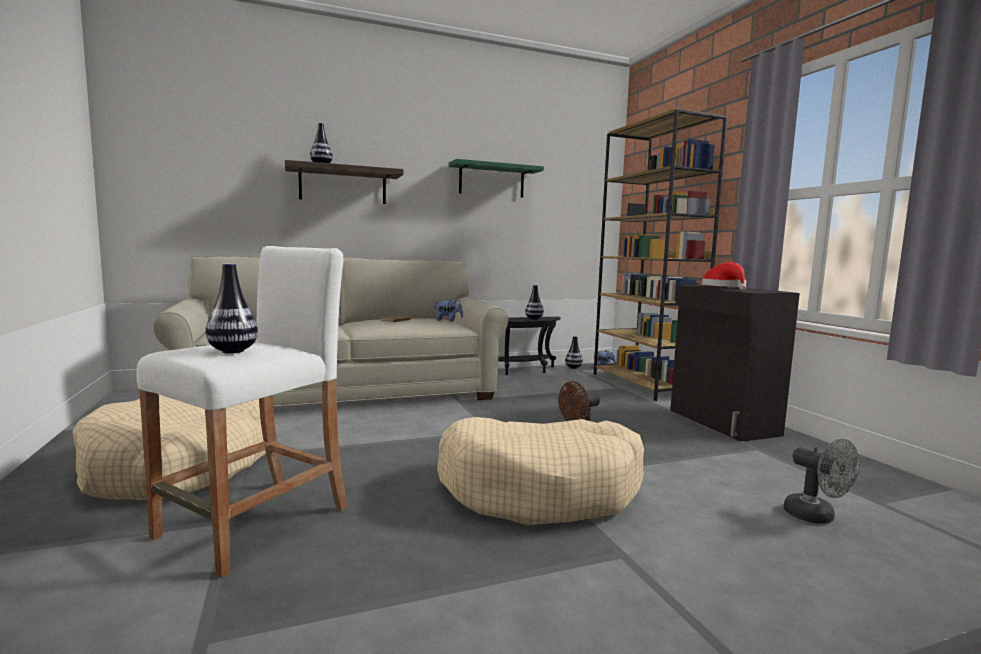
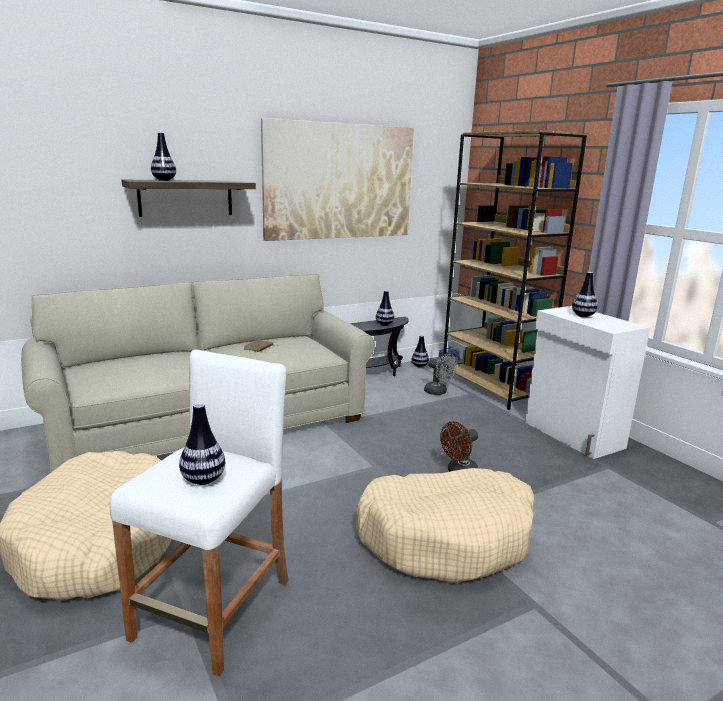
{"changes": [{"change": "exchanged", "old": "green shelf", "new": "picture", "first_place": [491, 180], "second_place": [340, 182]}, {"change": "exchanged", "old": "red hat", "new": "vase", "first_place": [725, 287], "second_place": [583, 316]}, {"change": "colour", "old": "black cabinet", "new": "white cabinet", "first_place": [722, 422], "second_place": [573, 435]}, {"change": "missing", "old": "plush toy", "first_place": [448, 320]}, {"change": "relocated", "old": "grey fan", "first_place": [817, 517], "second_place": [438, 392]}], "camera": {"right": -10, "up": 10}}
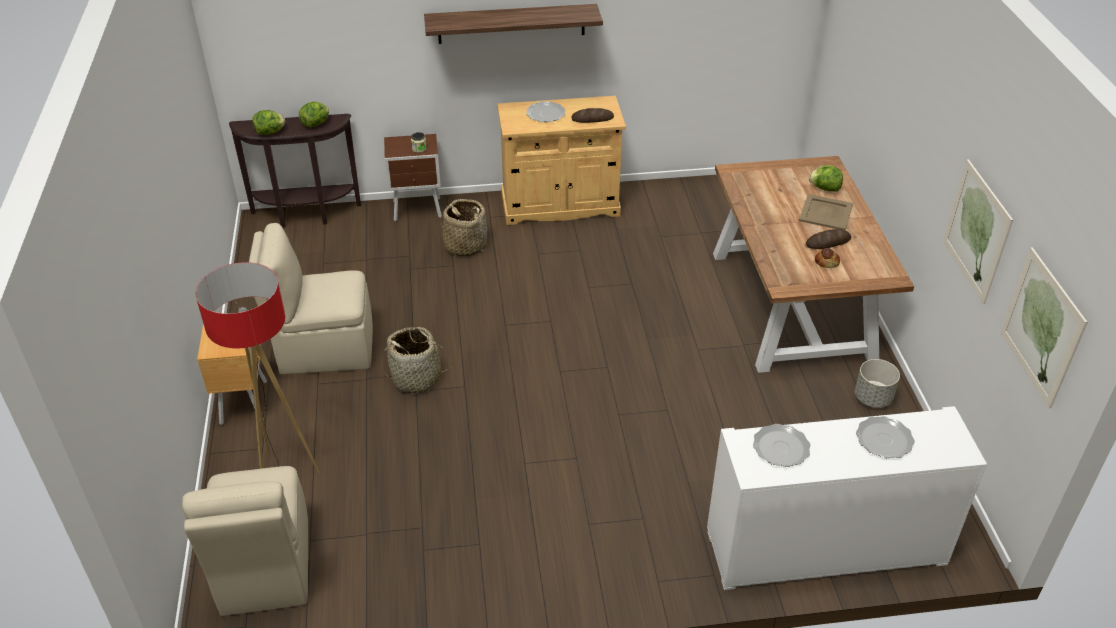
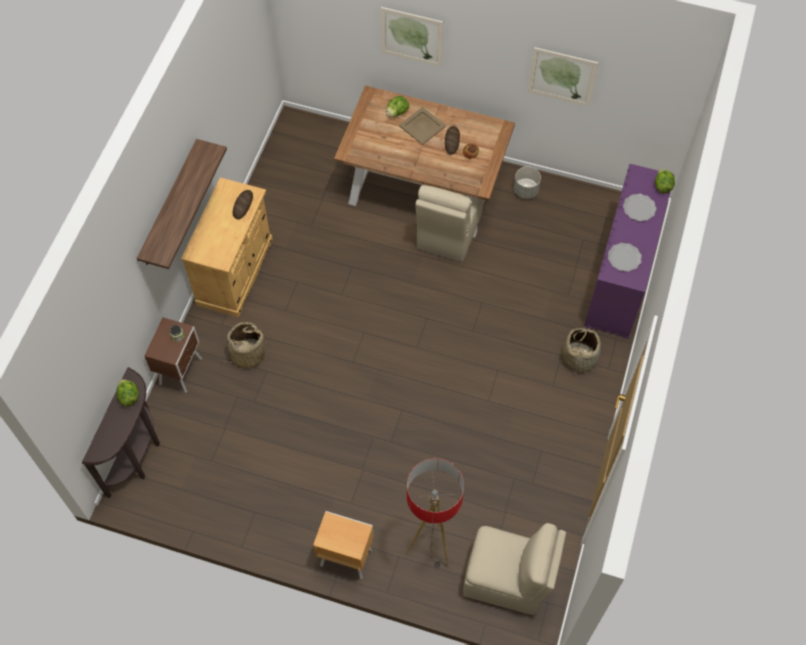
{"changes": [{"change": "missing", "old": "plate", "first_place": [545, 114]}, {"change": "relocated", "old": "lettuce", "first_place": [270, 132], "second_place": [662, 186]}, {"change": "relocated", "old": "beige chair", "first_place": [323, 348], "second_place": [448, 232]}, {"change": "relocated", "old": "picture", "first_place": [1042, 327], "second_place": [412, 36]}, {"change": "relocated", "old": "basket", "first_place": [417, 379], "second_place": [579, 358]}, {"change": "colour", "old": "white cabinet", "new": "purple cabinet", "first_place": [825, 547], "second_place": [621, 275]}], "camera": {"right": -65, "up": 20}}
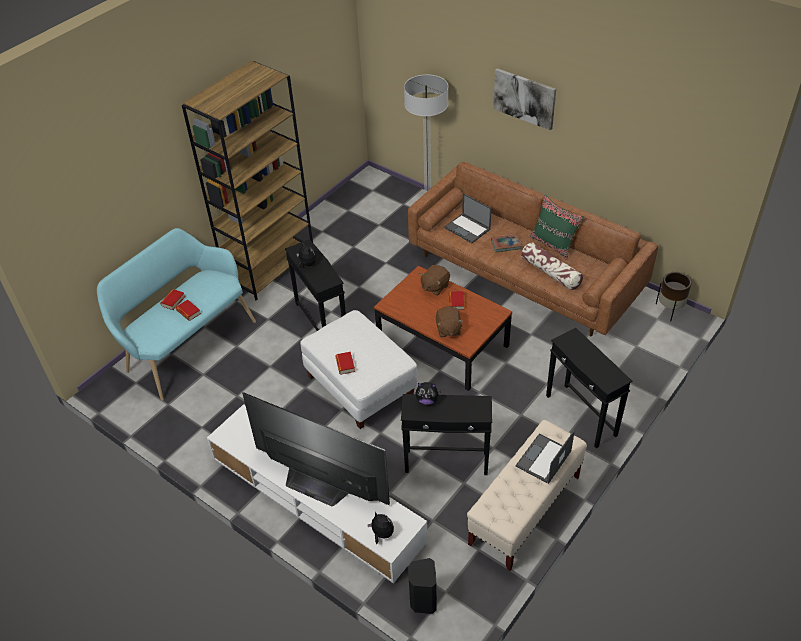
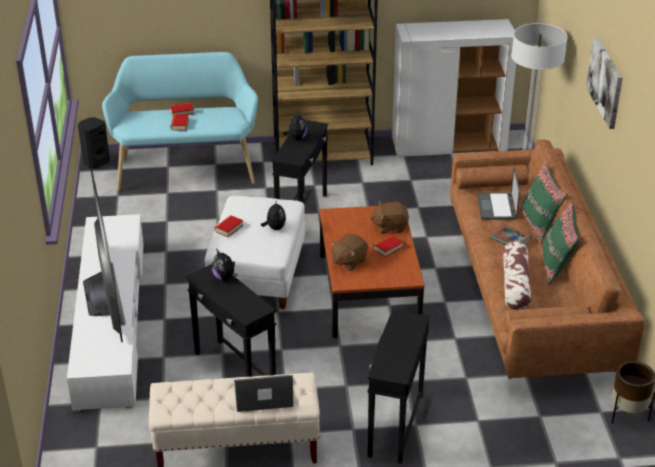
{"changes": [{"change": "relocated", "old": "plush toy", "first_place": [382, 534], "second_place": [275, 228]}, {"change": "relocated", "old": "black speaker", "first_place": [422, 600], "second_place": [95, 162]}, {"change": "appeared", "new": "white cabinet", "second_place": [449, 145]}, {"change": "appeared", "new": "green pillow", "second_place": [539, 225]}], "camera": {"right": 45, "up": -10}}
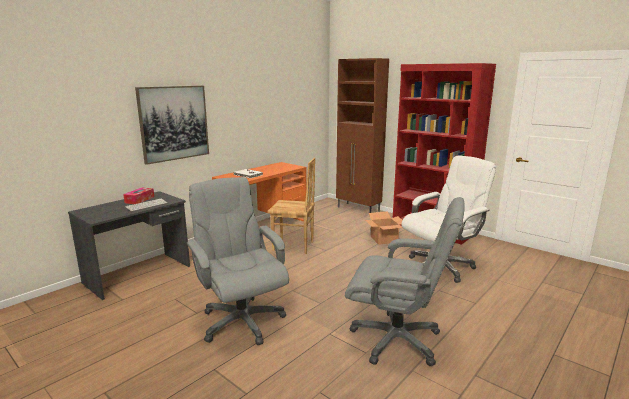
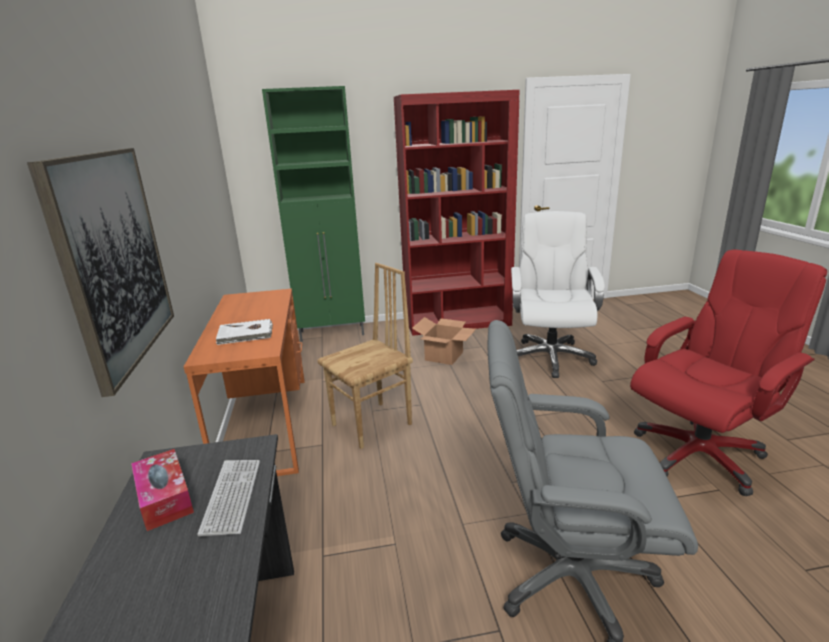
{"changes": [{"change": "colour", "old": "brown cabinet", "new": "green cabinet", "first_place": [358, 209], "second_place": [333, 333]}, {"change": "colour", "old": "grey office chair", "new": "red office chair", "first_place": [397, 340], "second_place": [699, 454]}], "camera": {"right": -50, "up": 5}}
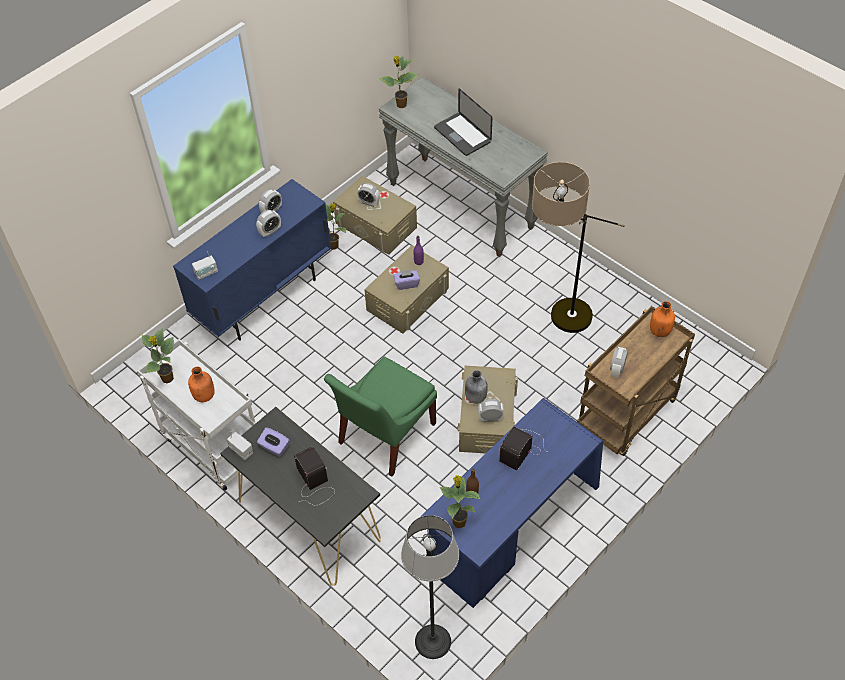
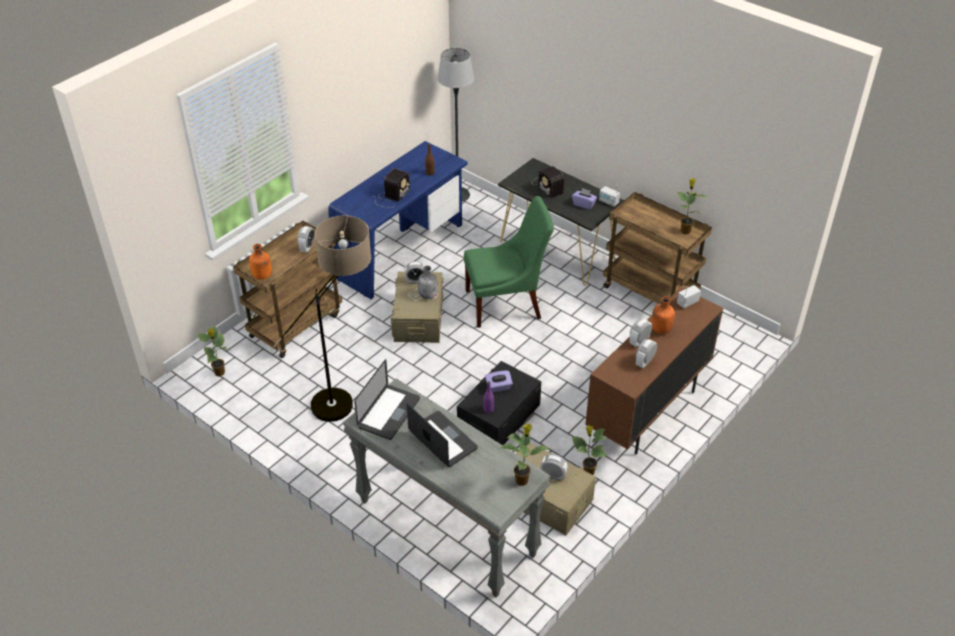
{"changes": [{"change": "colour", "old": "blue cabinet", "new": "brown cabinet", "first_place": [264, 298], "second_place": [647, 412]}, {"change": "colour", "old": "beige storage box", "new": "black storage box", "first_place": [407, 299], "second_place": [499, 417]}, {"change": "colour", "old": "white cart", "new": "brown cart", "first_place": [211, 446], "second_place": [650, 292]}, {"change": "spun", "old": "green chair", "first_place": [384, 436], "second_place": [507, 303], "degrees": 45}, {"change": "relocated", "old": "orange bottle", "first_place": [205, 396], "second_place": [660, 329]}, {"change": "relocated", "old": "potted plant", "first_place": [458, 521], "second_place": [220, 373]}, {"change": "appeared", "new": "laptop", "second_place": [389, 413]}], "camera": {"right": 175, "up": -10}}
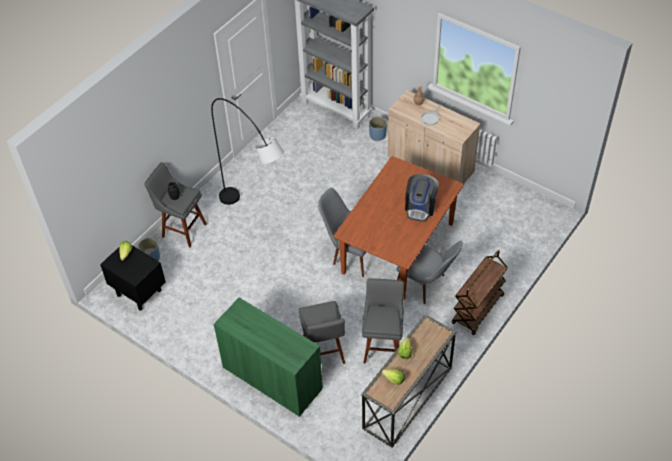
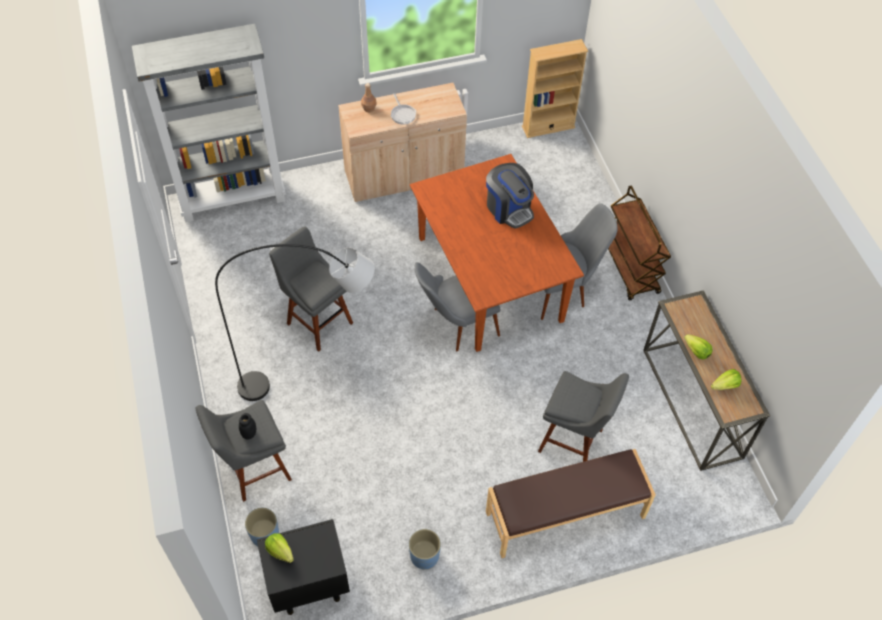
{"changes": [{"change": "relocated", "old": "blue planter", "first_place": [377, 135], "second_place": [424, 555]}, {"change": "relocated", "old": "grey stool", "first_place": [383, 346], "second_place": [317, 321]}, {"change": "exchanged", "old": "green cabinet", "new": "brown bench", "first_place": [272, 378], "second_place": [565, 515]}, {"change": "appeared", "new": "beige bookcase", "second_place": [548, 127]}], "camera": {"right": -55, "up": 5}}
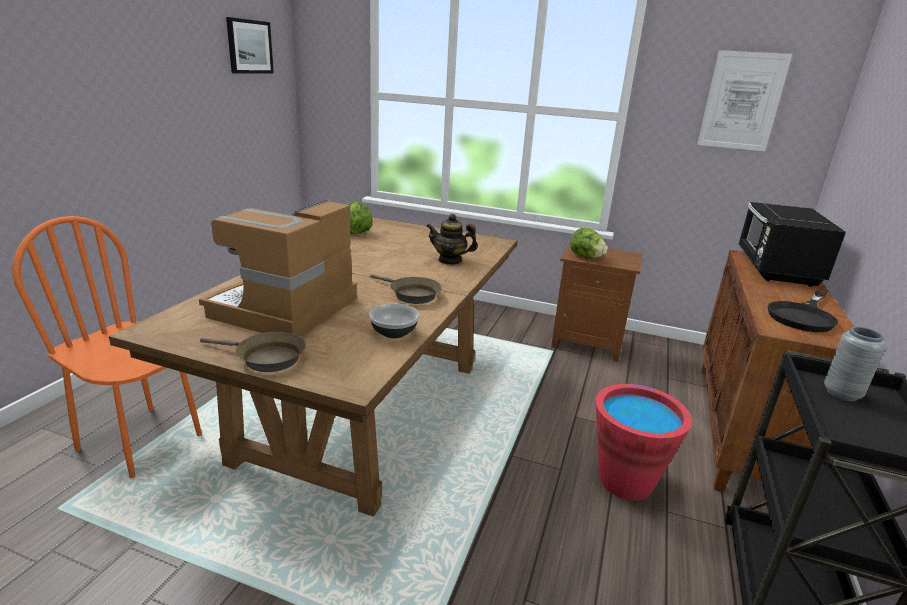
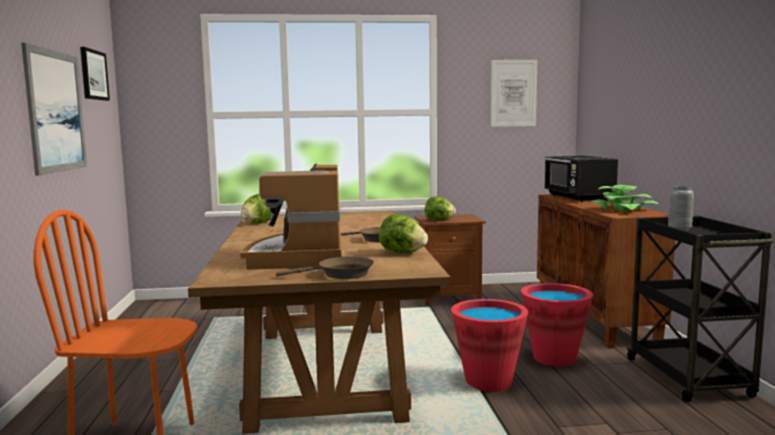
{"changes": [{"change": "missing", "old": "teapot", "first_place": [450, 260]}, {"change": "exchanged", "old": "black frying pan", "new": "potted plant", "first_place": [803, 316], "second_place": [622, 209]}, {"change": "exchanged", "old": "bowl", "new": "lettuce", "first_place": [394, 332], "second_place": [402, 253]}, {"change": "appeared", "new": "picture", "second_place": [56, 111]}, {"change": "appeared", "new": "red bucket", "second_place": [488, 382]}], "camera": {"right": -25, "up": -15}}
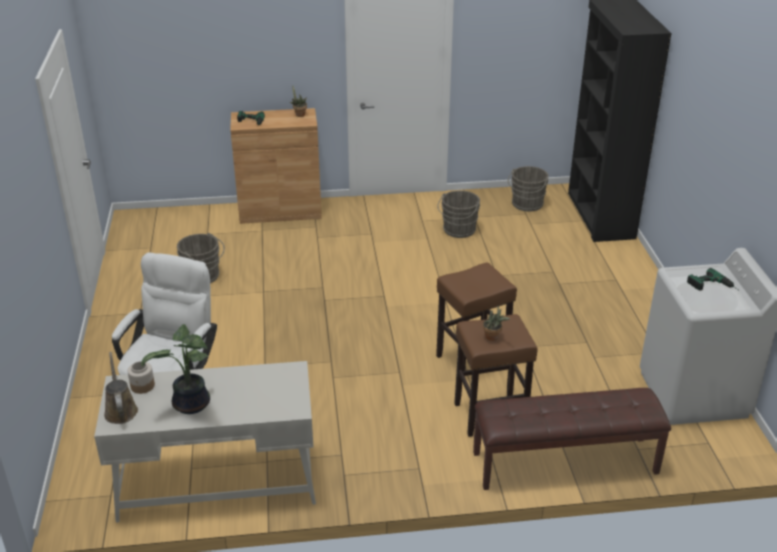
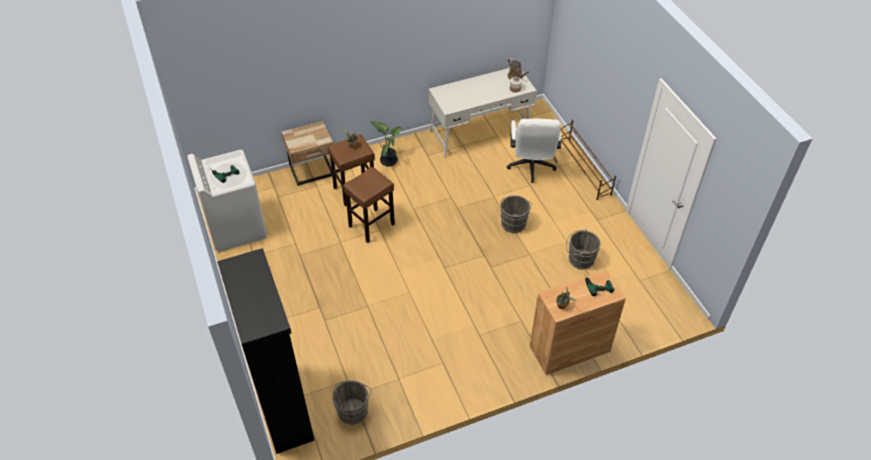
{"changes": [{"change": "relocated", "old": "grey bucket", "first_place": [458, 231], "second_place": [513, 222]}, {"change": "relocated", "old": "potted plant", "first_place": [191, 405], "second_place": [388, 160]}, {"change": "exchanged", "old": "brown bench", "new": "beige nightstand", "first_place": [565, 463], "second_place": [312, 172]}, {"change": "appeared", "new": "brown shoe rack", "second_place": [582, 168]}], "camera": {"right": 165, "up": 15}}
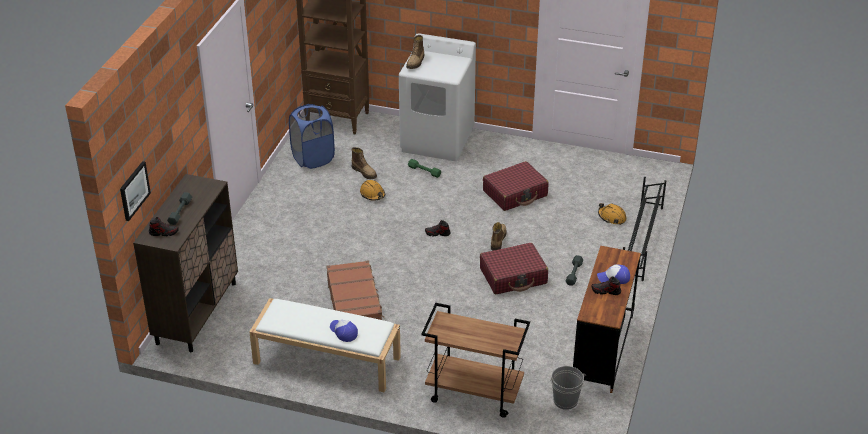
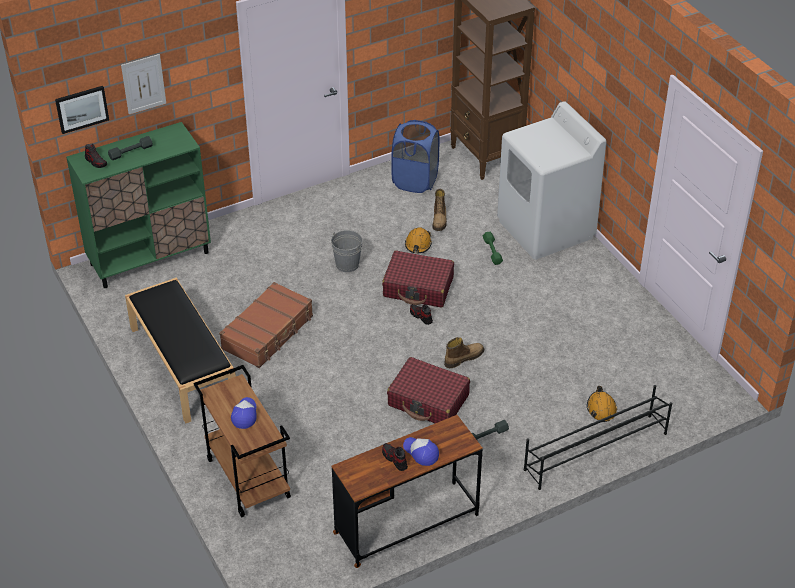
{"changes": [{"change": "missing", "old": "boot", "first_place": [416, 62]}, {"change": "relocated", "old": "red suitcase", "first_place": [515, 193], "second_place": [418, 287]}, {"change": "colour", "old": "brown cabinet", "new": "green cabinet", "first_place": [197, 312], "second_place": [150, 258]}, {"change": "colour", "old": "white bench", "new": "black bench", "first_place": [326, 360], "second_place": [182, 364]}, {"change": "relocated", "old": "cap", "first_place": [343, 332], "second_place": [244, 415]}, {"change": "relocated", "old": "grey bucket", "first_place": [565, 400], "second_place": [347, 264]}, {"change": "appeared", "new": "picture", "second_place": [143, 84]}], "camera": {"right": 45, "up": 5}}
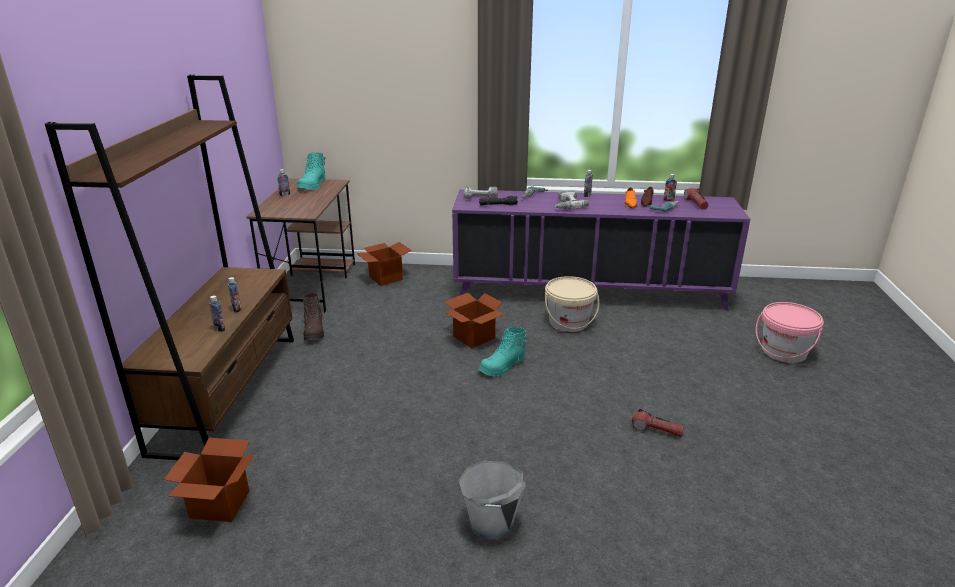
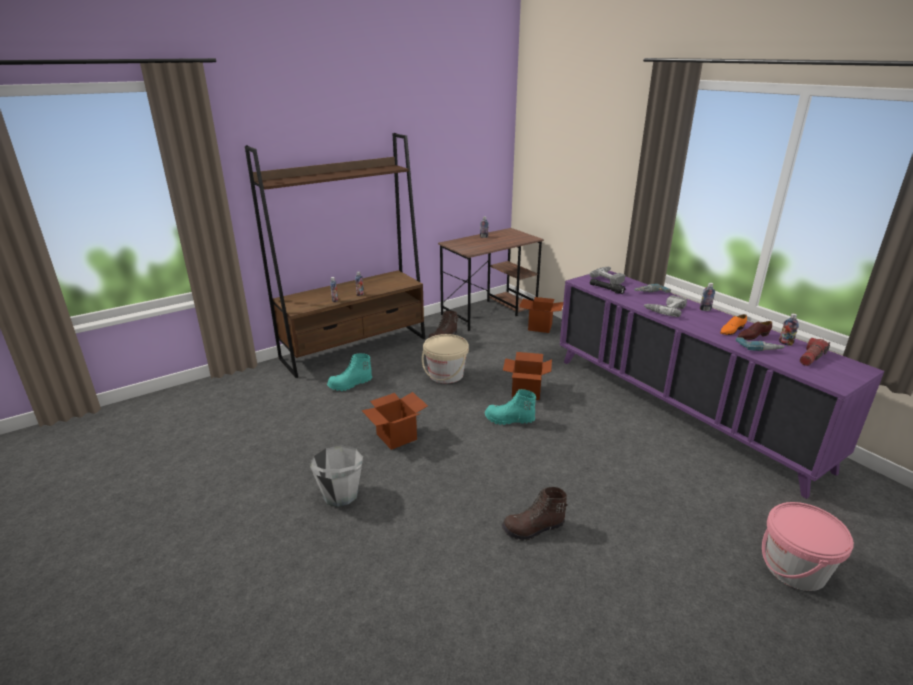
{"changes": [{"change": "relocated", "old": "turquoise boot", "first_place": [313, 186], "second_place": [350, 384]}, {"change": "relocated", "old": "beige bucket", "first_place": [568, 322], "second_place": [446, 375]}, {"change": "exchanged", "old": "flashlight", "new": "brown boot", "first_place": [656, 430], "second_place": [533, 529]}, {"change": "relocated", "old": "cardboard box", "first_place": [220, 504], "second_place": [397, 437]}], "camera": {"right": 50, "up": 0}}
